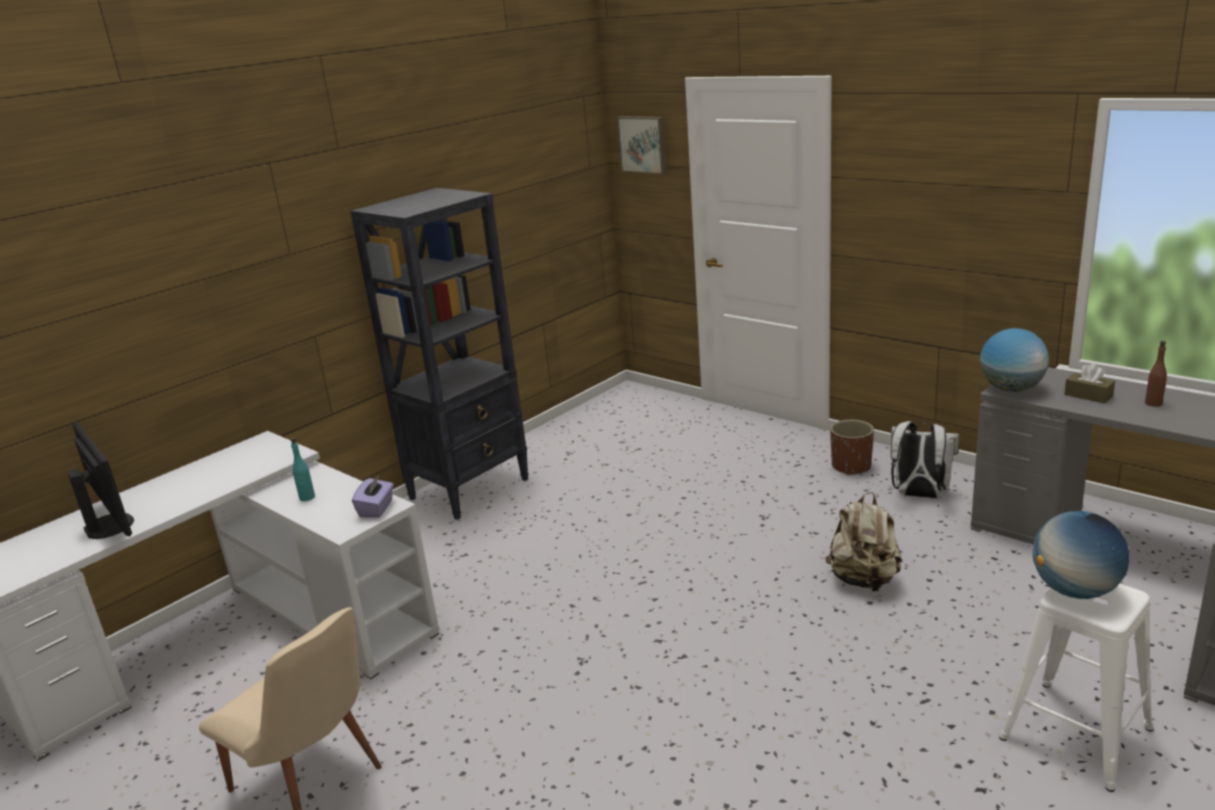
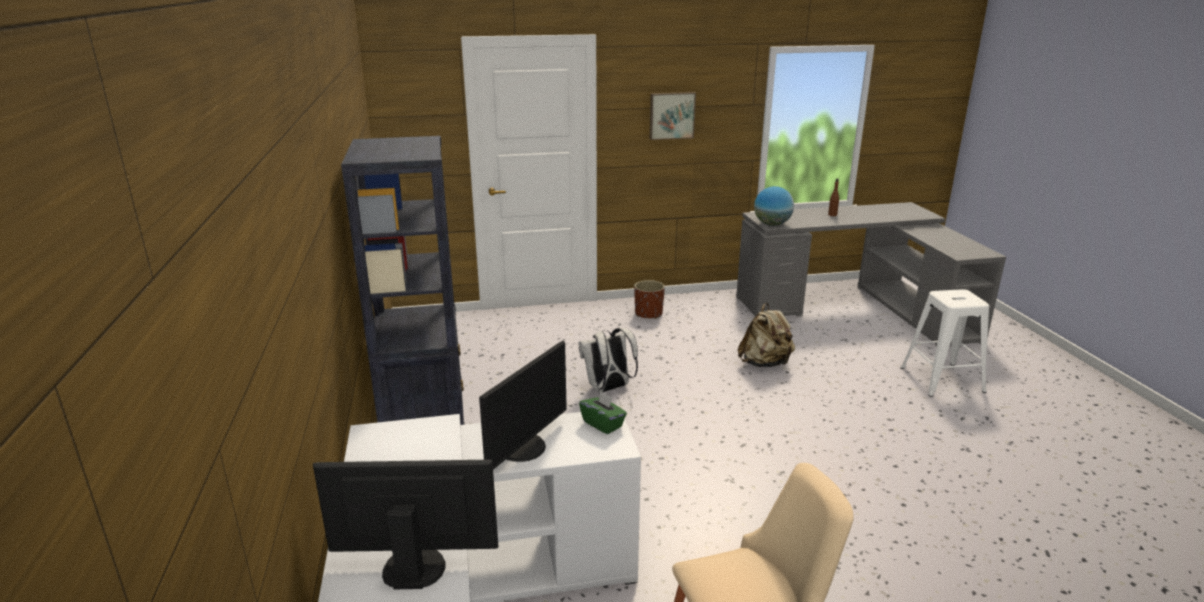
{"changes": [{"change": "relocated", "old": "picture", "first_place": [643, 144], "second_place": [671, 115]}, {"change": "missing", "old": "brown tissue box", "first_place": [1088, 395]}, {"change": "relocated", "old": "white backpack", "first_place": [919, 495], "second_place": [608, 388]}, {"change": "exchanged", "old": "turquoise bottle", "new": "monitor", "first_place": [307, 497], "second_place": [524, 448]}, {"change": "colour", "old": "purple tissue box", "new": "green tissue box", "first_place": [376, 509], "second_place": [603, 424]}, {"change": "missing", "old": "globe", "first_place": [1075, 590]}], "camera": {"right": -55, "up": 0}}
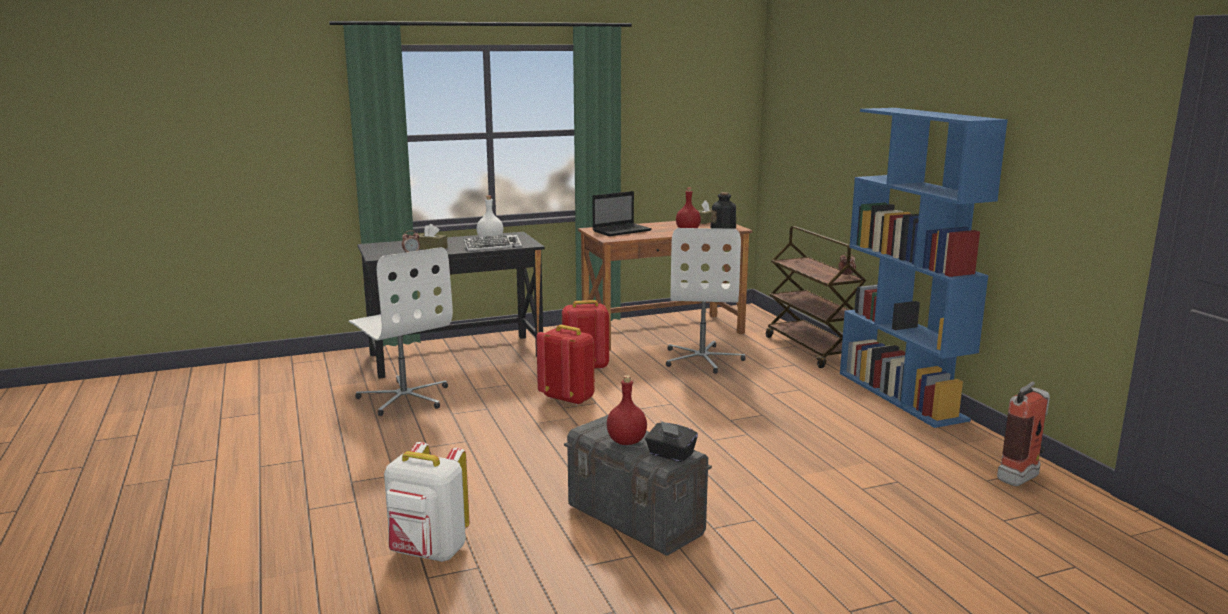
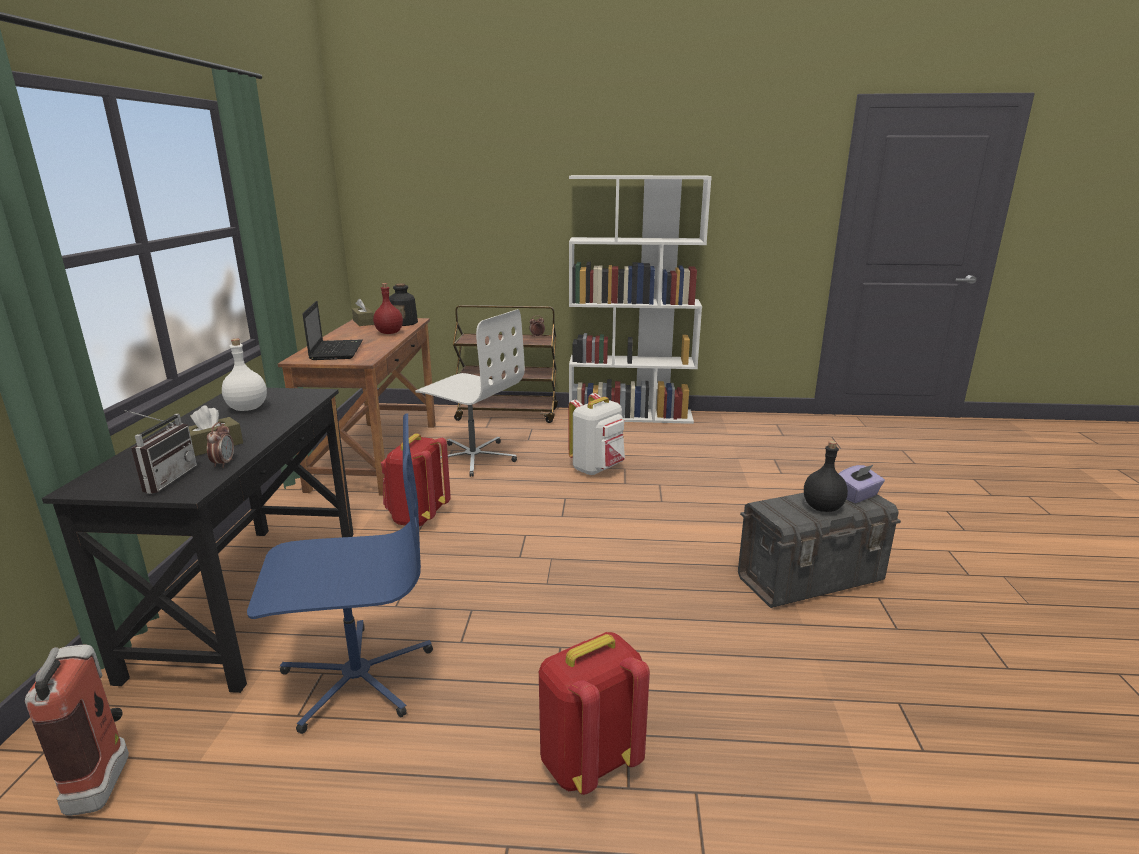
{"changes": [{"change": "colour", "old": "blue bookcase", "new": "white bookcase", "first_place": [902, 396], "second_place": [631, 415]}, {"change": "missing", "old": "keyboard", "first_place": [492, 247]}, {"change": "colour", "old": "white office chair", "new": "blue office chair", "first_place": [404, 397], "second_place": [356, 677]}, {"change": "relocated", "old": "red backpack", "first_place": [568, 398], "second_place": [588, 761]}, {"change": "colour", "old": "red bottle", "new": "black bottle", "first_place": [627, 441], "second_place": [822, 507]}, {"change": "relocated", "old": "fire extinguisher", "first_place": [1022, 476], "second_place": [105, 774]}, {"change": "colour", "old": "black tissue box", "new": "purple tissue box", "first_place": [670, 454], "second_place": [857, 495]}, {"change": "relocated", "old": "white backpack", "first_place": [428, 553], "second_place": [597, 469]}, {"change": "appeared", "new": "radio", "second_place": [164, 479]}], "camera": {"right": -65, "up": 5}}
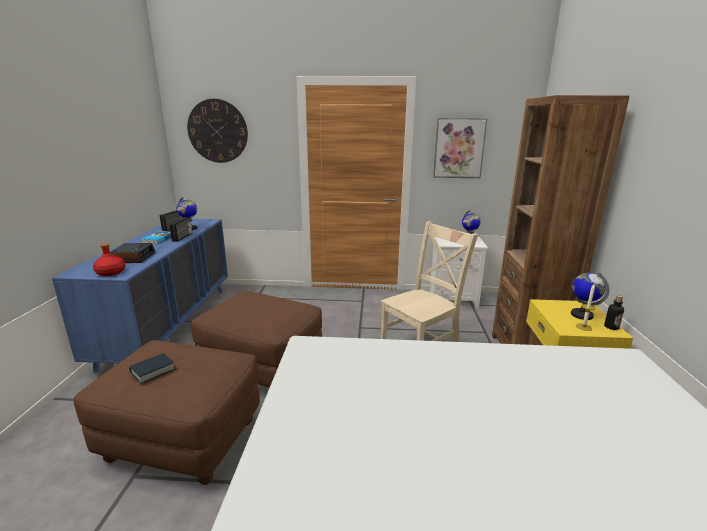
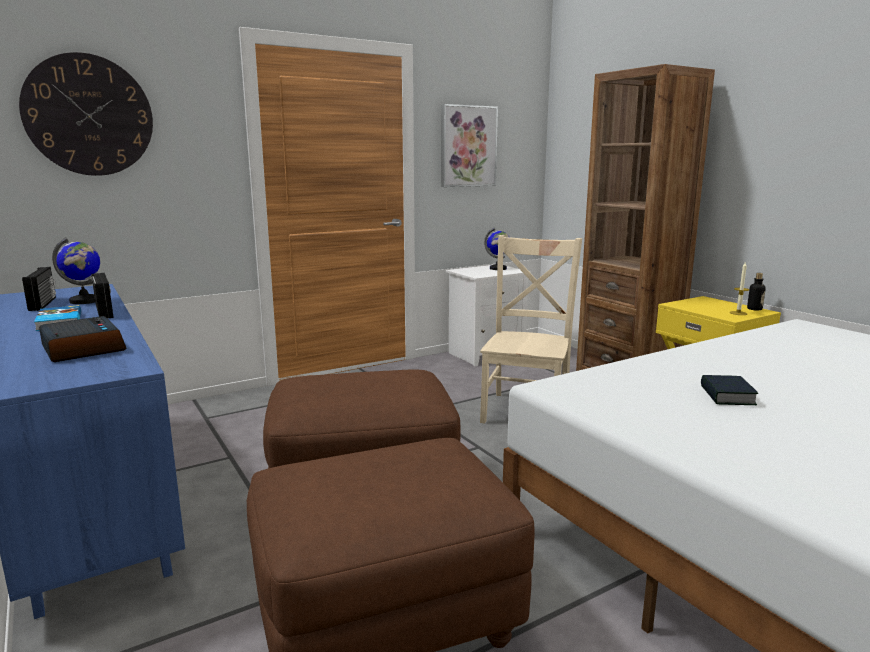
{"changes": [{"change": "missing", "old": "red bottle", "first_place": [110, 272]}, {"change": "missing", "old": "globe", "first_place": [581, 315]}, {"change": "relocated", "old": "book", "first_place": [153, 371], "second_place": [727, 396]}], "camera": {"right": -35, "up": -5}}
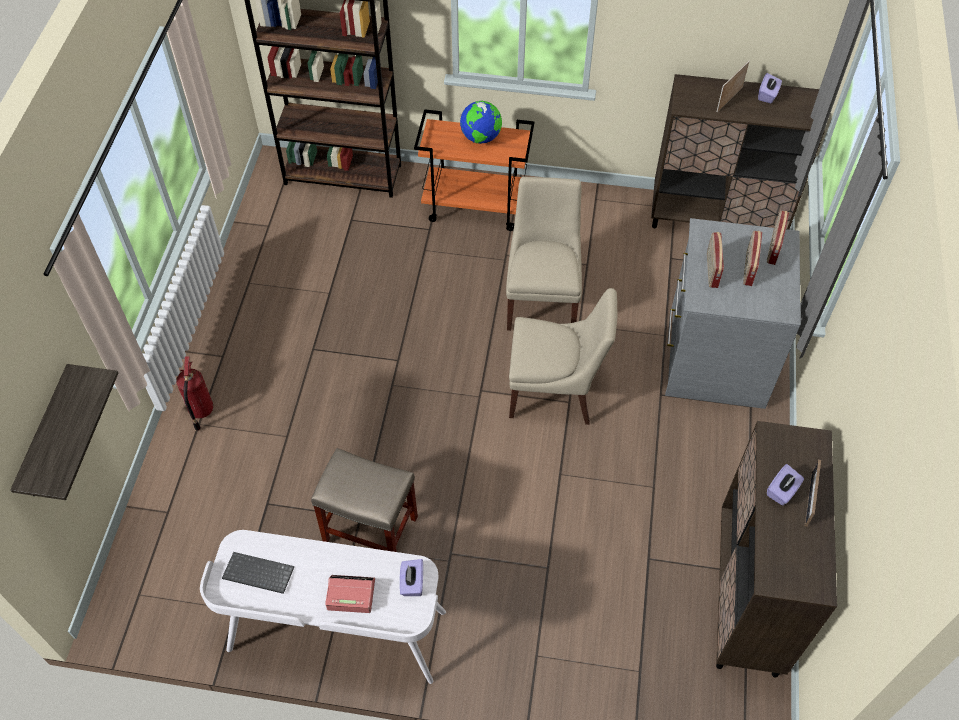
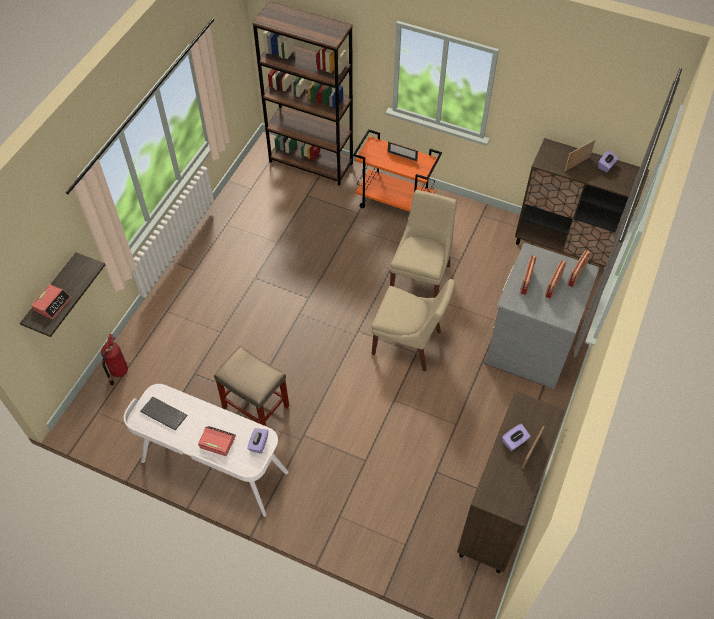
{"changes": [{"change": "exchanged", "old": "globe", "new": "picture frame", "first_place": [481, 137], "second_place": [402, 156]}, {"change": "relocated", "old": "fire extinguisher", "first_place": [200, 411], "second_place": [118, 372]}, {"change": "appeared", "new": "alarm clock", "second_place": [52, 304]}], "camera": {"right": 15, "up": 0}}
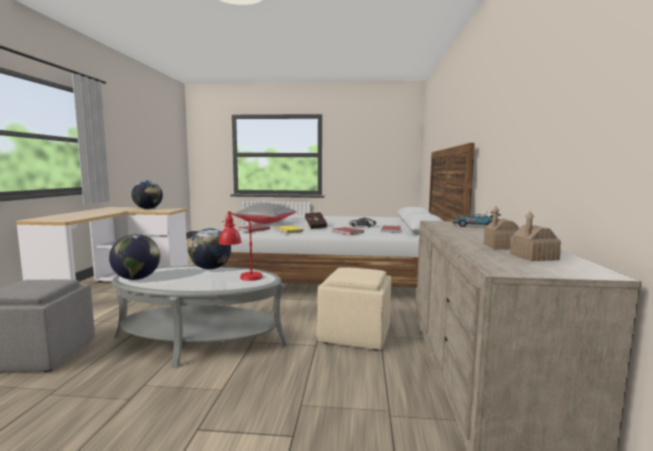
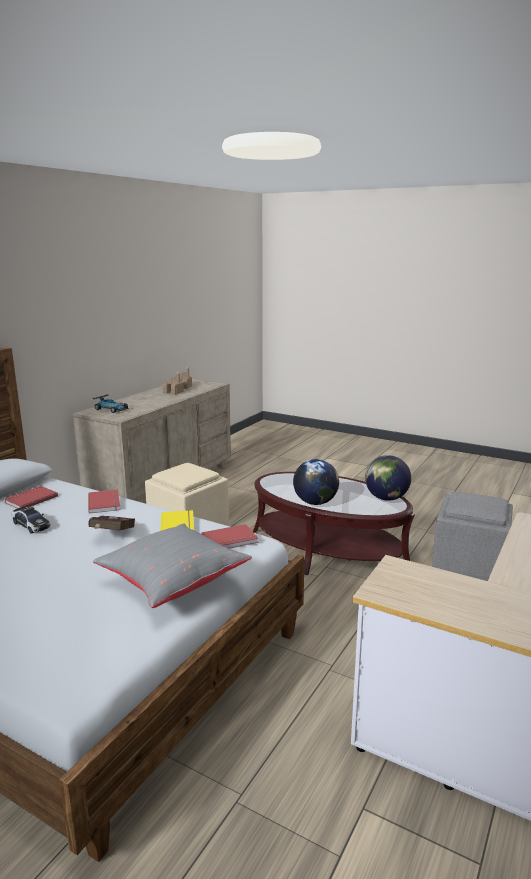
{"changes": [{"change": "missing", "old": "globe", "first_place": [148, 208]}, {"change": "missing", "old": "red table lamp", "first_place": [241, 277]}, {"change": "colour", "old": "grey coffee table", "new": "brown coffee table", "first_place": [200, 340], "second_place": [327, 551]}], "camera": {"right": -155, "up": 10}}
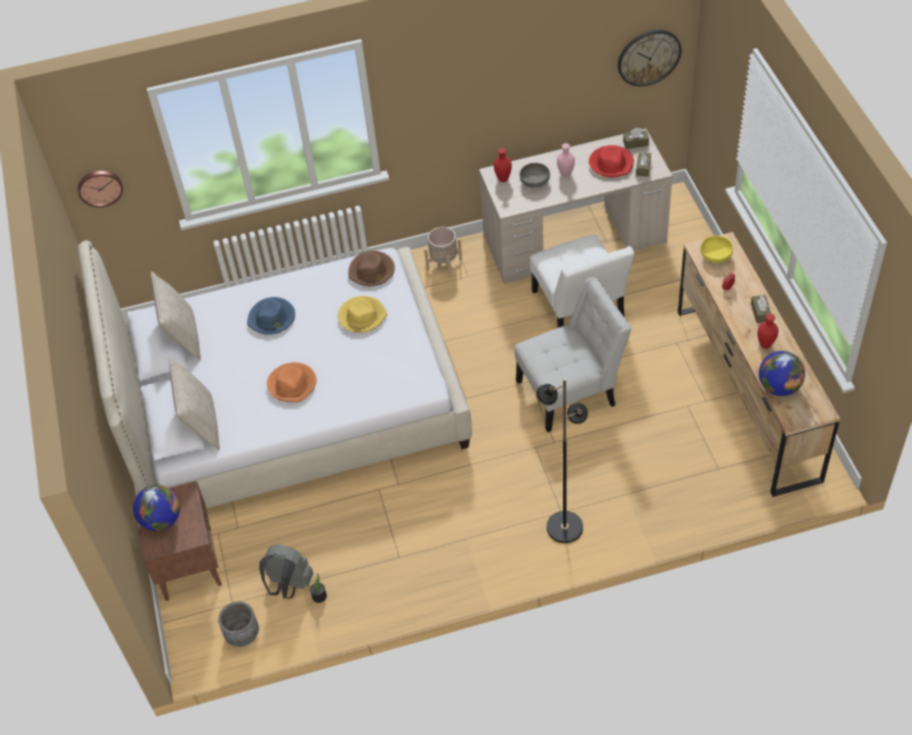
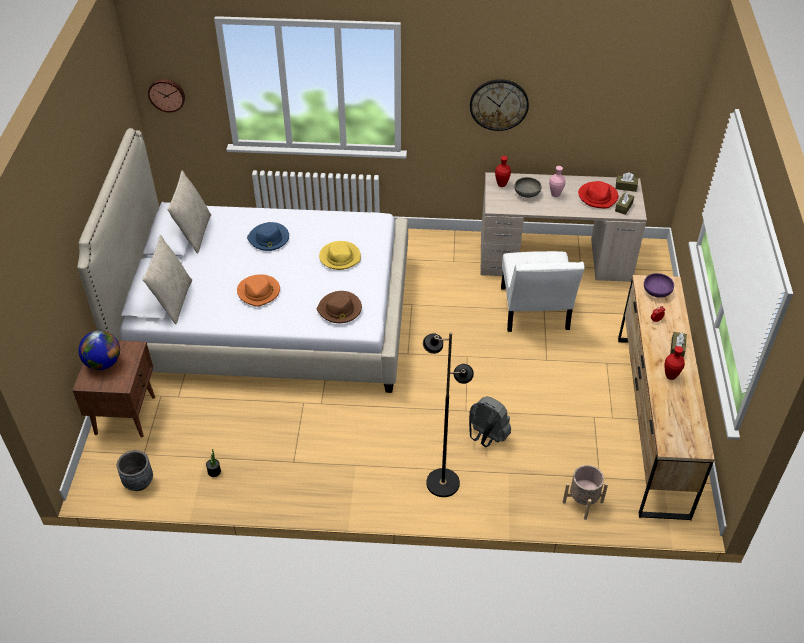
{"changes": [{"change": "relocated", "old": "wall clock", "first_place": [649, 57], "second_place": [499, 104]}, {"change": "relocated", "old": "beige planter", "first_place": [444, 264], "second_place": [582, 502]}, {"change": "colour", "old": "yellow bowl", "new": "purple bowl", "first_place": [716, 256], "second_place": [657, 291]}, {"change": "relocated", "old": "brown hat", "first_place": [372, 271], "second_place": [340, 309]}, {"change": "missing", "old": "white chair", "first_place": [571, 391]}, {"change": "missing", "old": "globe", "first_place": [779, 387]}, {"change": "relocated", "old": "grey backpack", "first_place": [289, 585], "second_place": [486, 437]}], "camera": {"right": 15, "up": -5}}
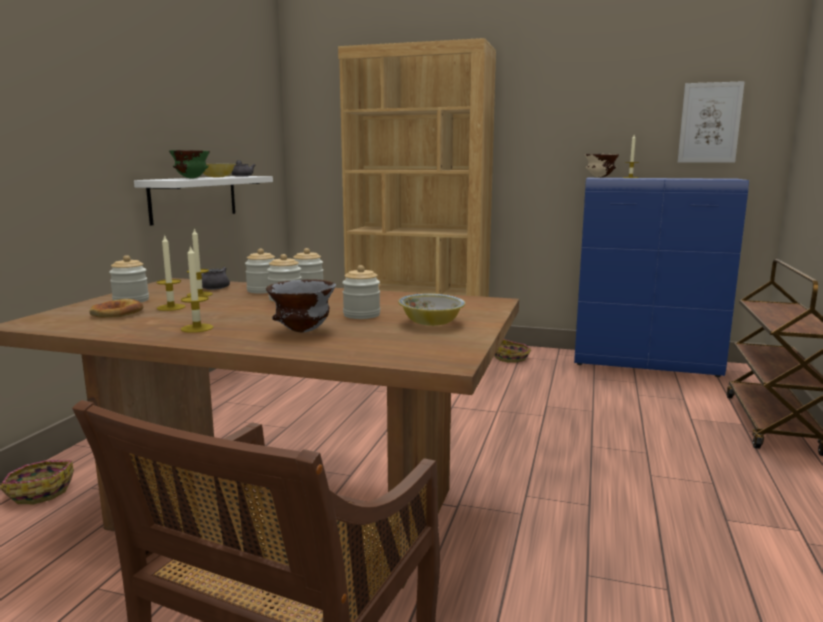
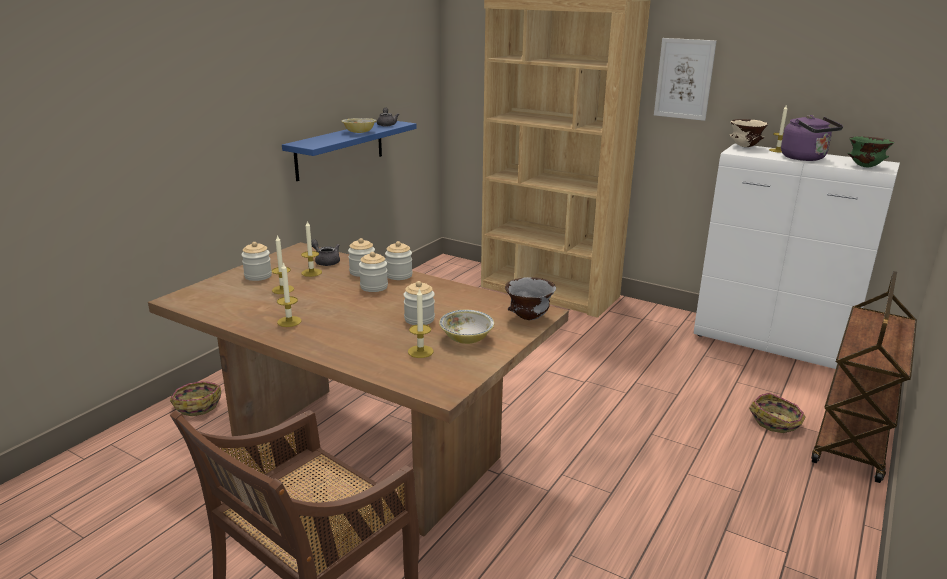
{"changes": [{"change": "relocated", "old": "picture", "first_place": [709, 123], "second_place": [684, 79]}, {"change": "relocated", "old": "green bowl", "first_place": [191, 178], "second_place": [864, 167]}, {"change": "colour", "old": "white shelf", "new": "blue shelf", "first_place": [194, 198], "second_place": [340, 149]}, {"change": "colour", "old": "blue cabinet", "new": "white cabinet", "first_place": [646, 364], "second_place": [772, 344]}, {"change": "relocated", "old": "grey bowl", "first_place": [302, 332], "second_place": [528, 318]}, {"change": "missing", "old": "bread", "first_place": [116, 313]}, {"change": "relocated", "old": "basket", "first_place": [511, 358], "second_place": [776, 421]}, {"change": "appeared", "new": "purple kettle", "second_place": [805, 158]}, {"change": "appeared", "new": "candle", "second_place": [420, 351]}], "camera": {"right": 15, "up": 10}}
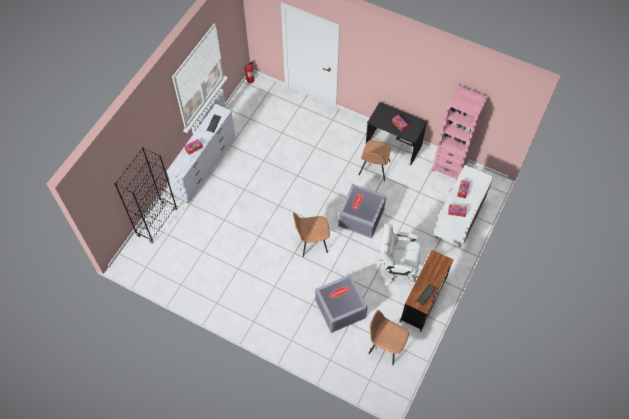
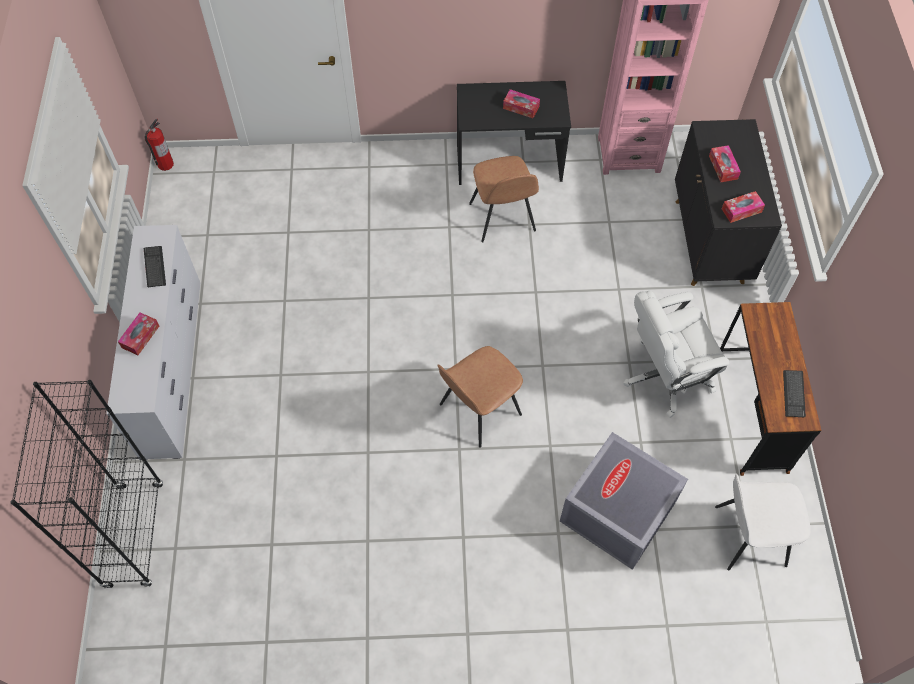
{"changes": [{"change": "colour", "old": "white cabinet", "new": "black cabinet", "first_place": [457, 222], "second_place": [709, 242]}, {"change": "missing", "old": "grey storage box", "first_place": [361, 218]}, {"change": "colour", "old": "brown chair", "new": "white chair", "first_place": [386, 345], "second_place": [747, 536]}], "camera": {"right": -30, "up": 0}}
